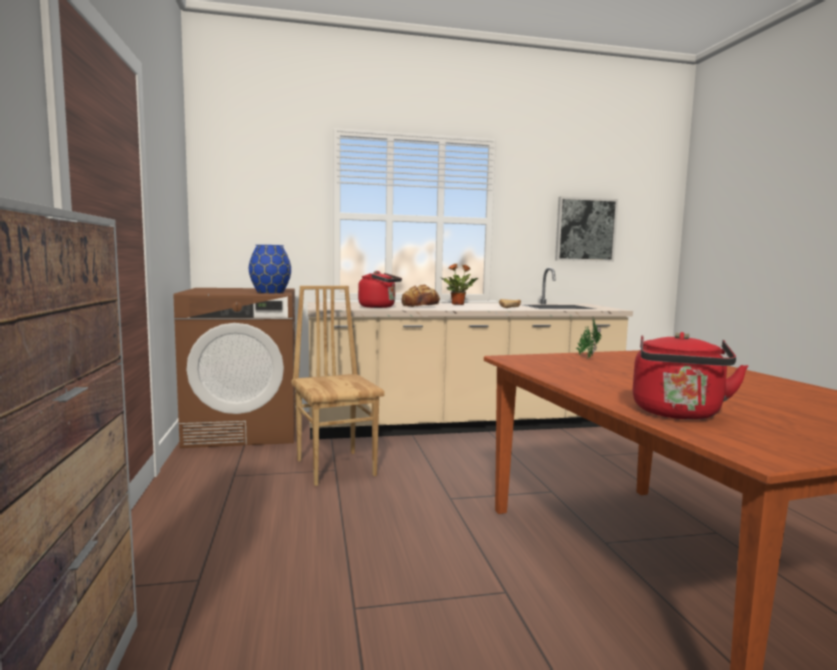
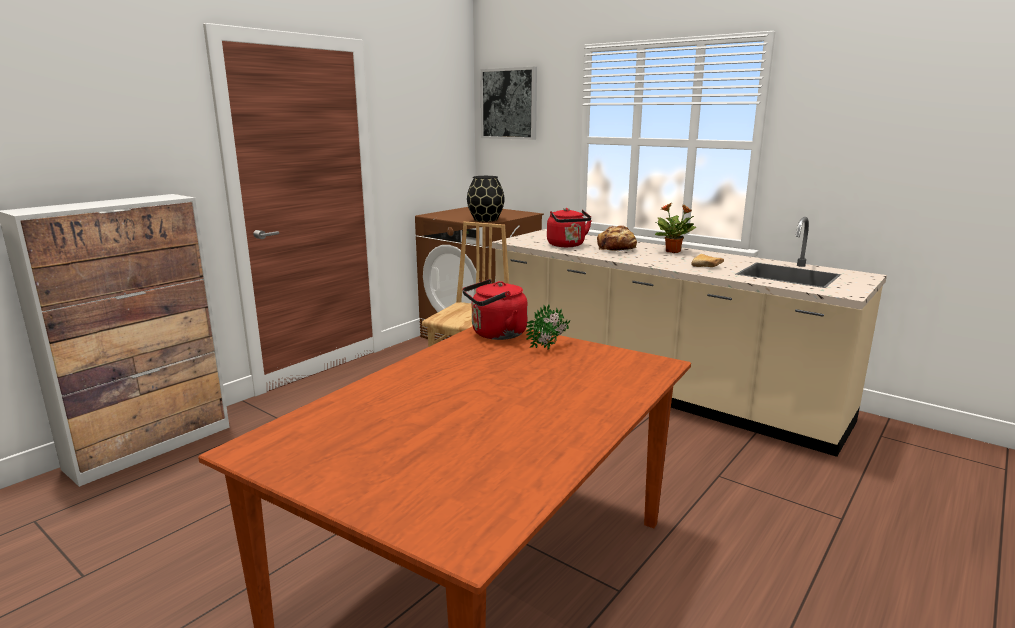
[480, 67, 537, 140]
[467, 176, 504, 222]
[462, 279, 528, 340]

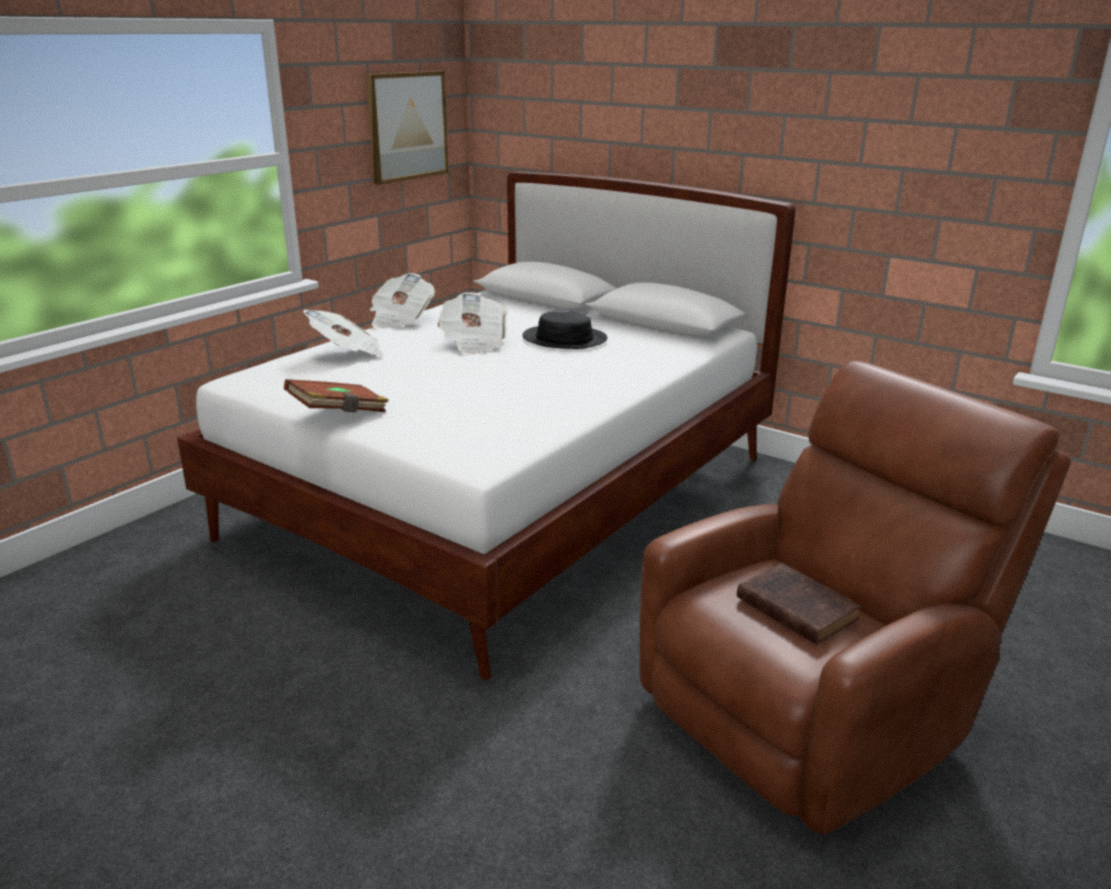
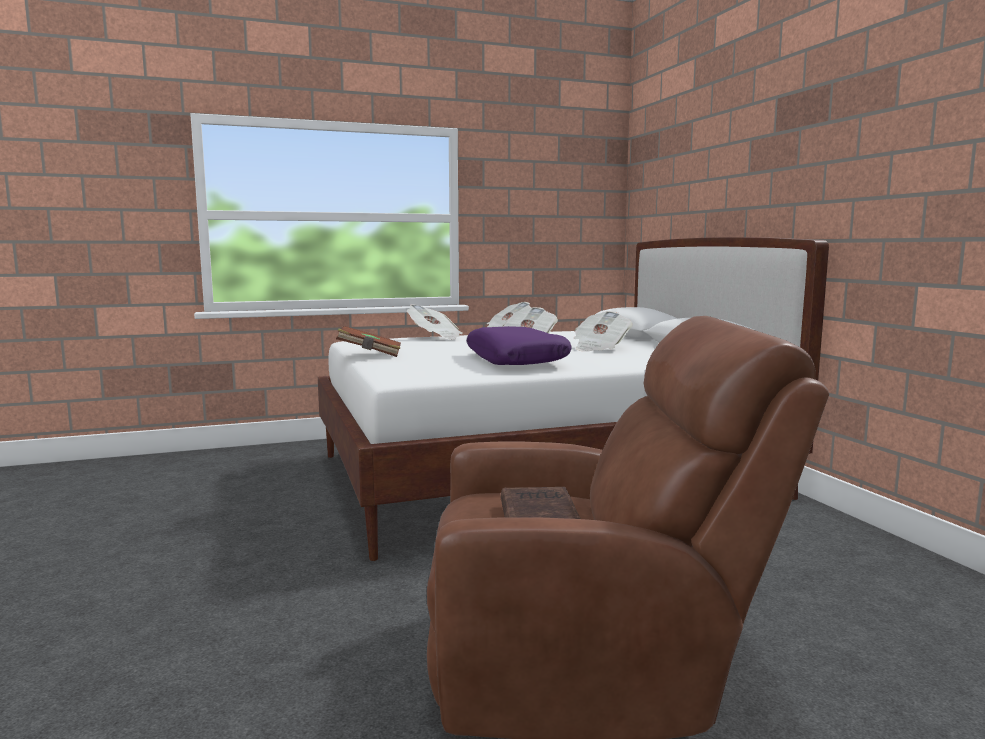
[366, 71, 448, 185] (first image)
[574, 311, 633, 352]
[467, 326, 572, 365]

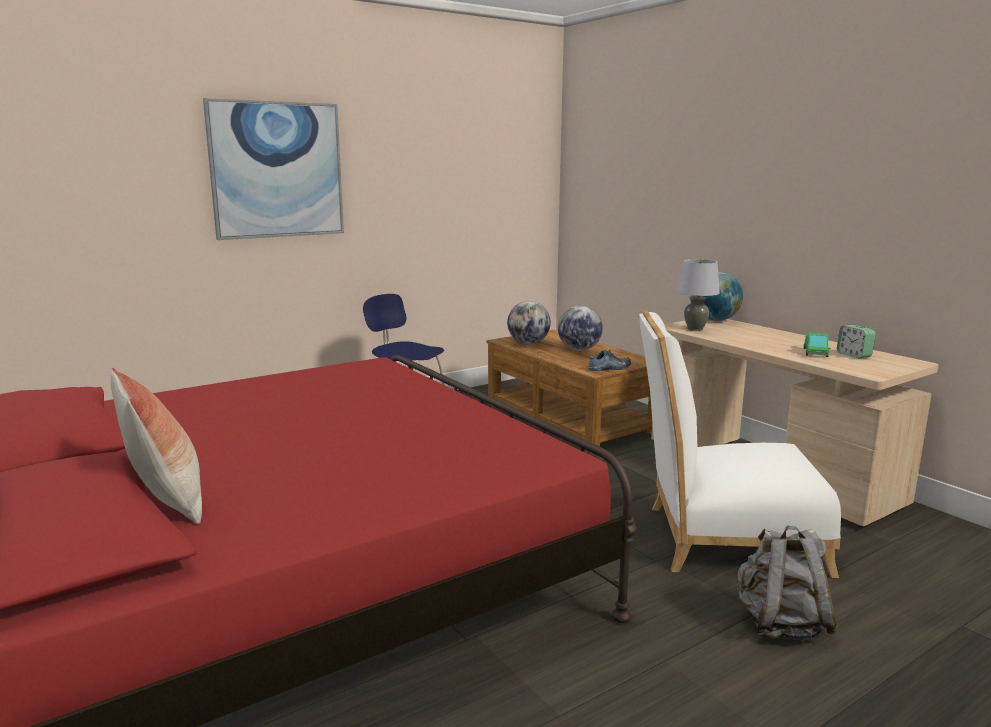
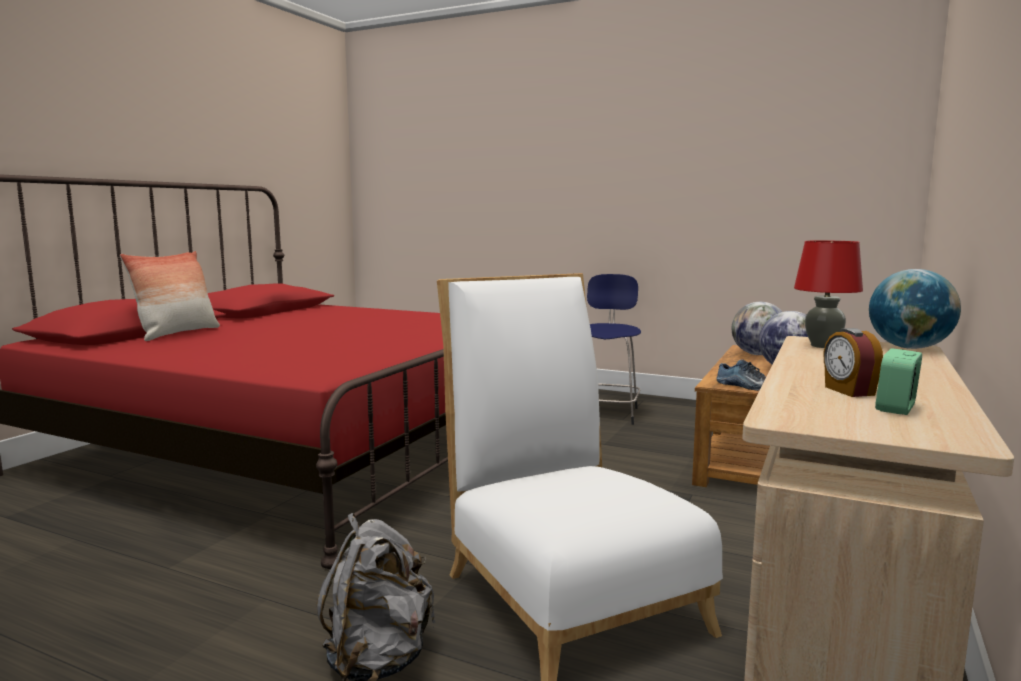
[203, 98, 344, 240] (first image)
[794, 240, 863, 348]
[823, 328, 883, 397]

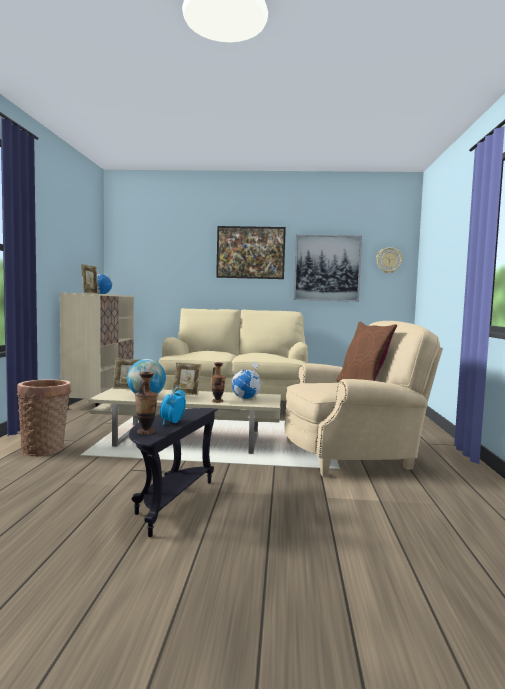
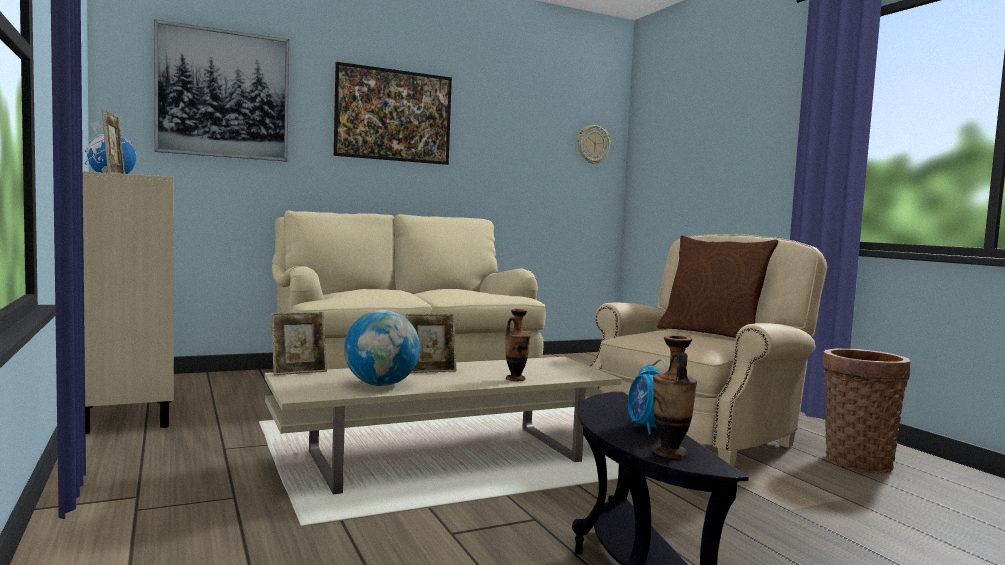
[154, 19, 289, 162]
[232, 361, 262, 399] (first image)
[822, 349, 910, 474]

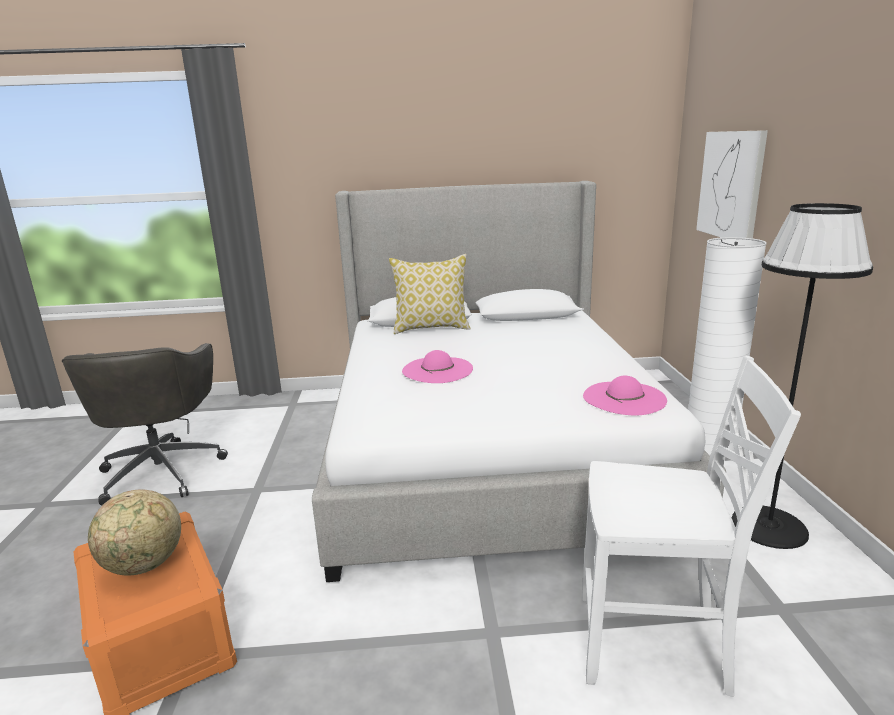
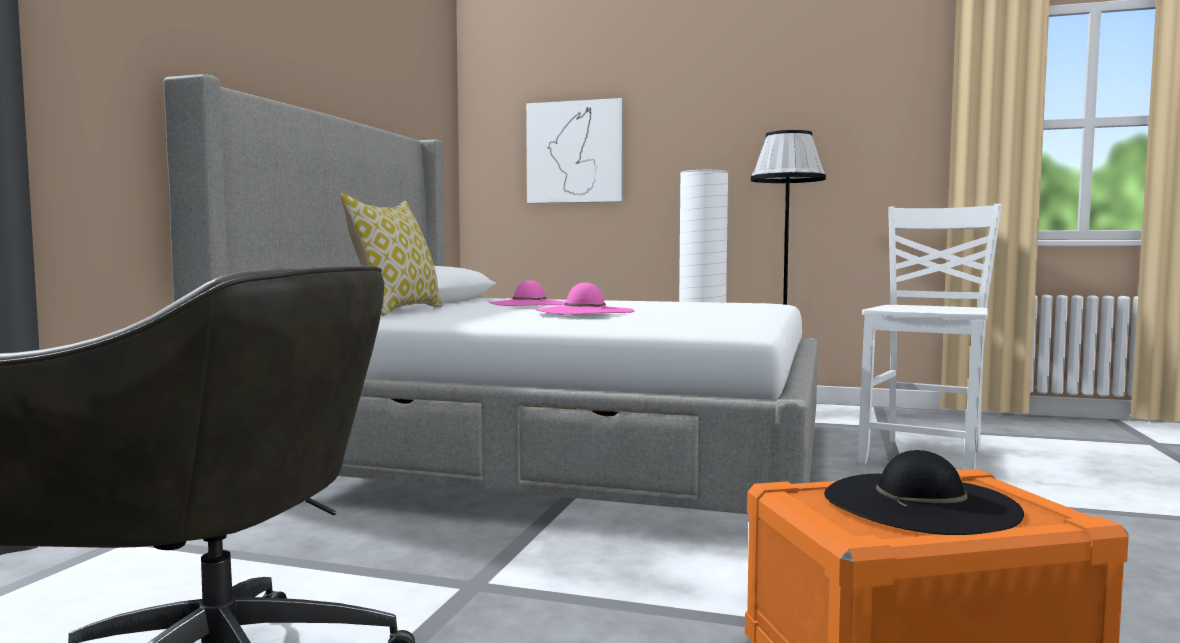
[489, 280, 566, 306]
[824, 450, 1024, 535]

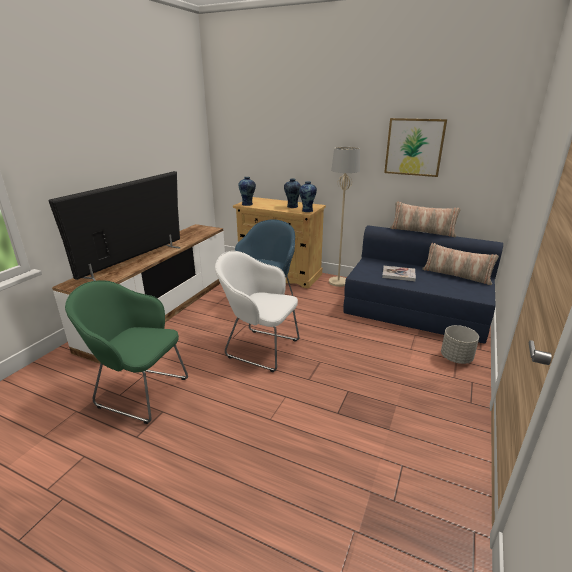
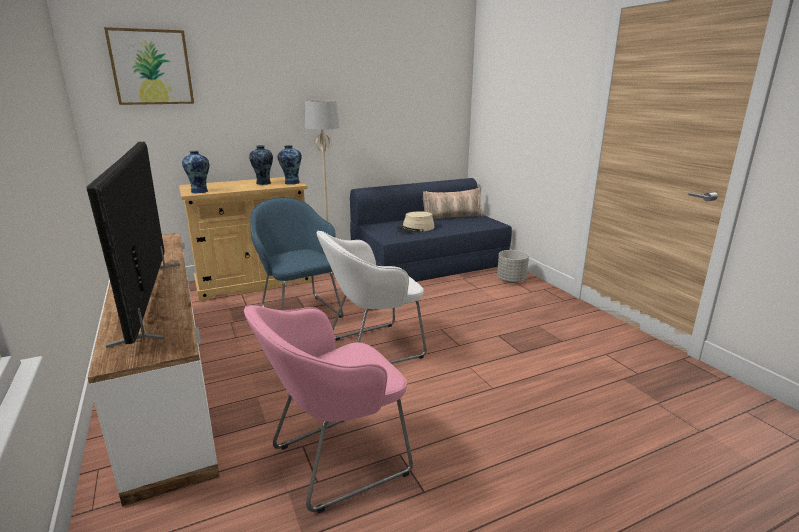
[104, 27, 194, 105]
[390, 201, 461, 237] (first image)
[396, 211, 435, 233]
[244, 305, 413, 513]

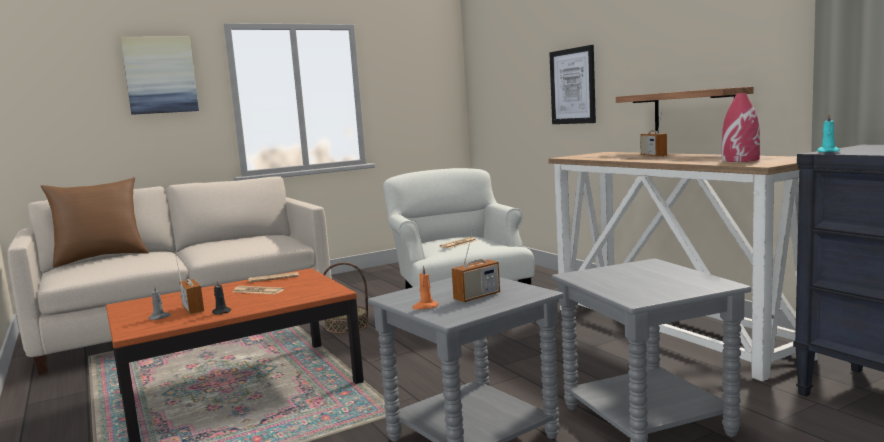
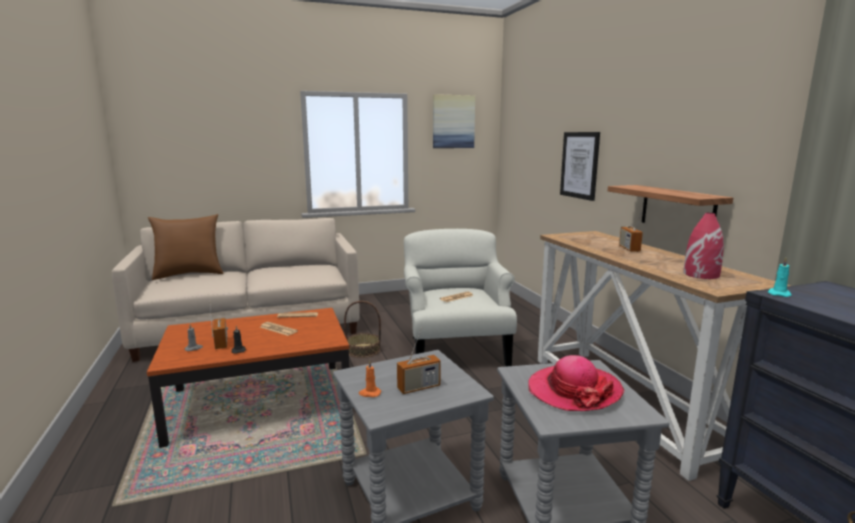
[433, 94, 475, 148]
[528, 355, 625, 411]

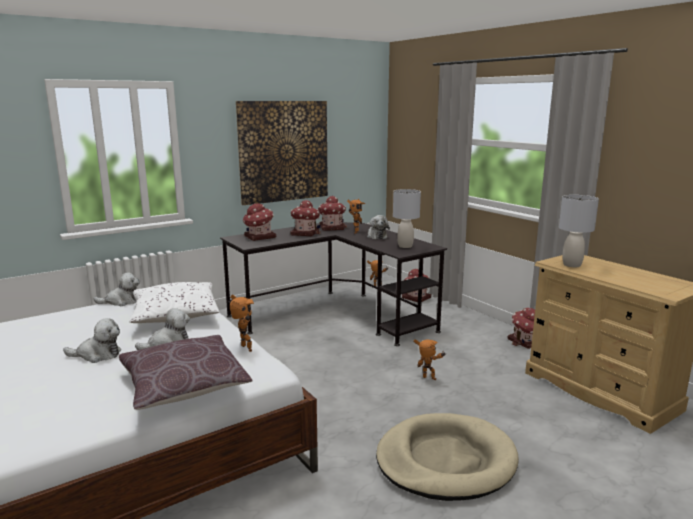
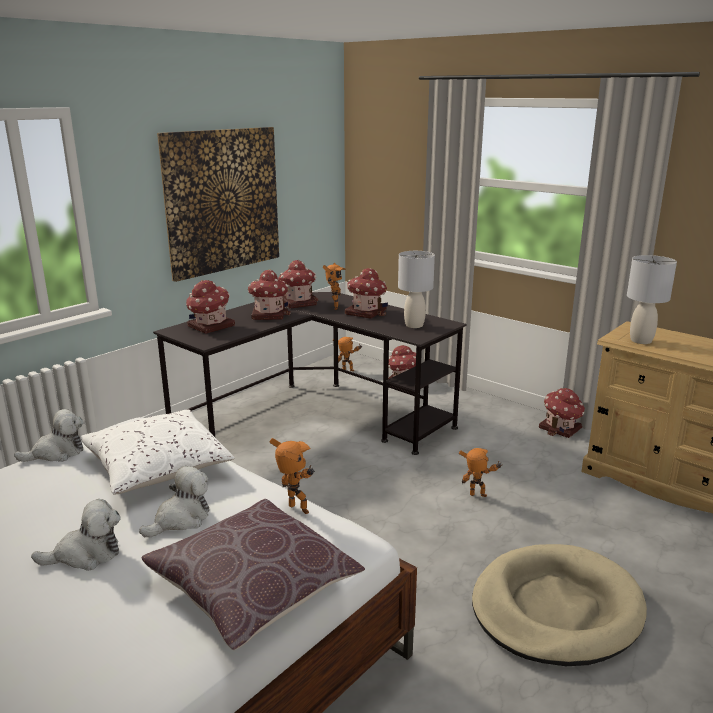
[345, 268, 388, 319]

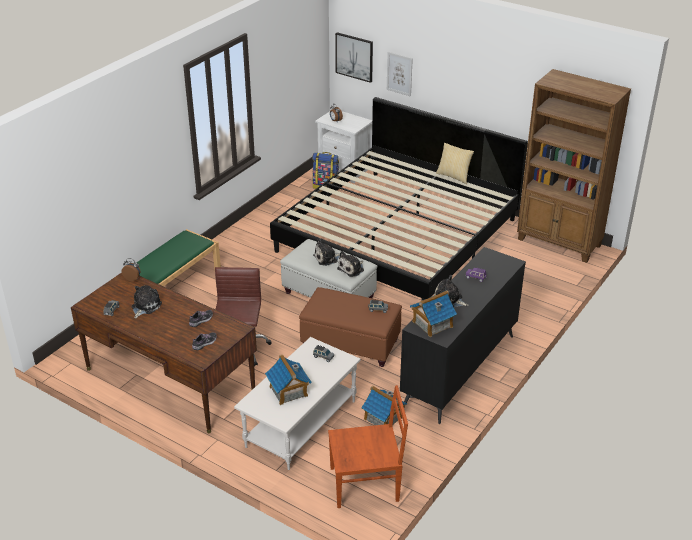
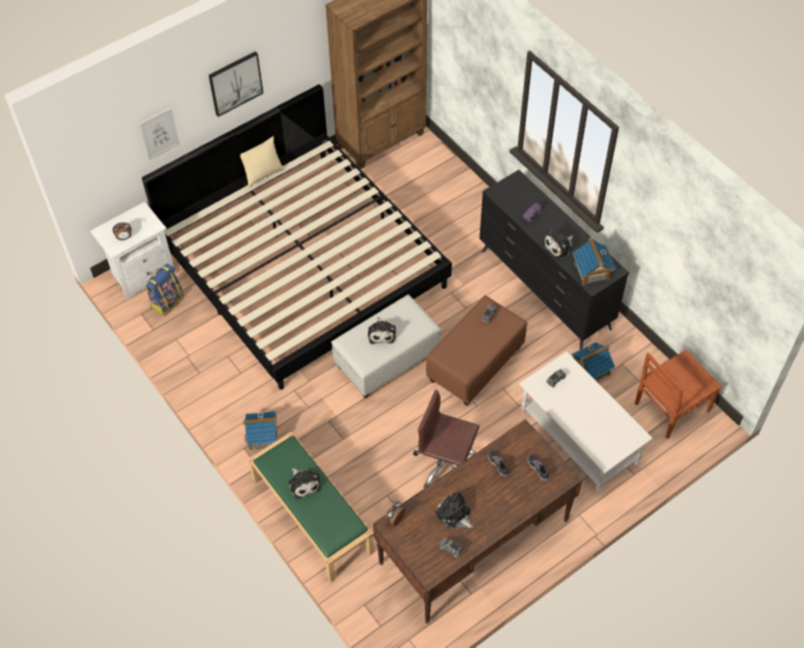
[209, 51, 263, 117]
[288, 468, 321, 500]
[243, 411, 278, 450]
[635, 349, 722, 439]

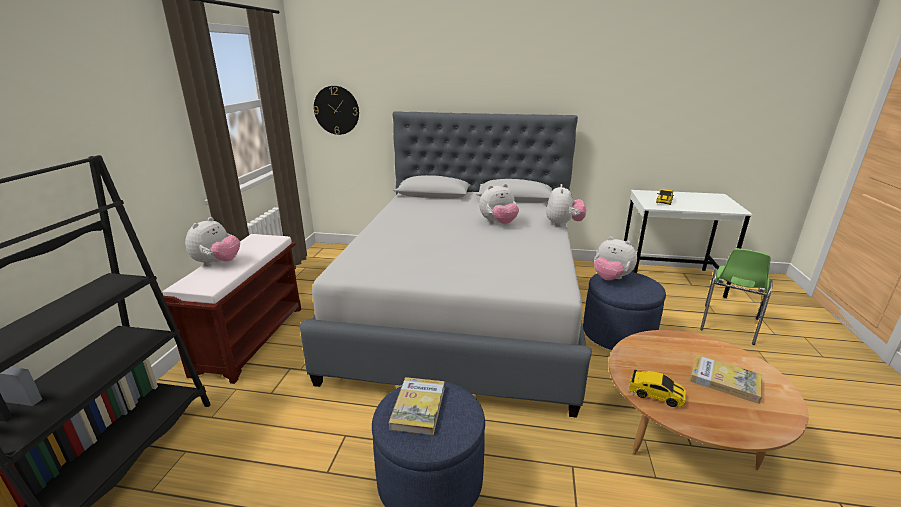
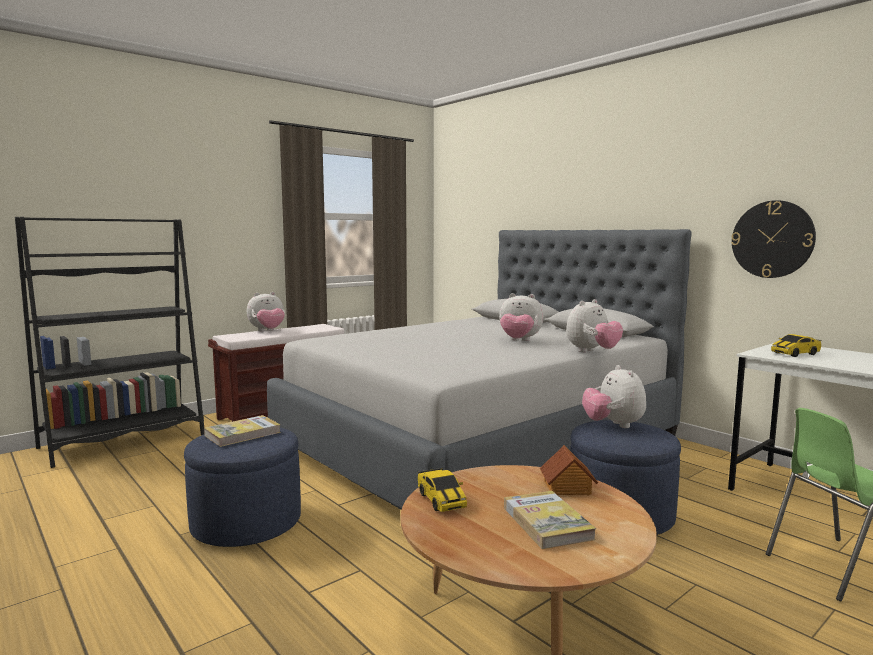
[731, 200, 816, 278]
[540, 445, 598, 495]

